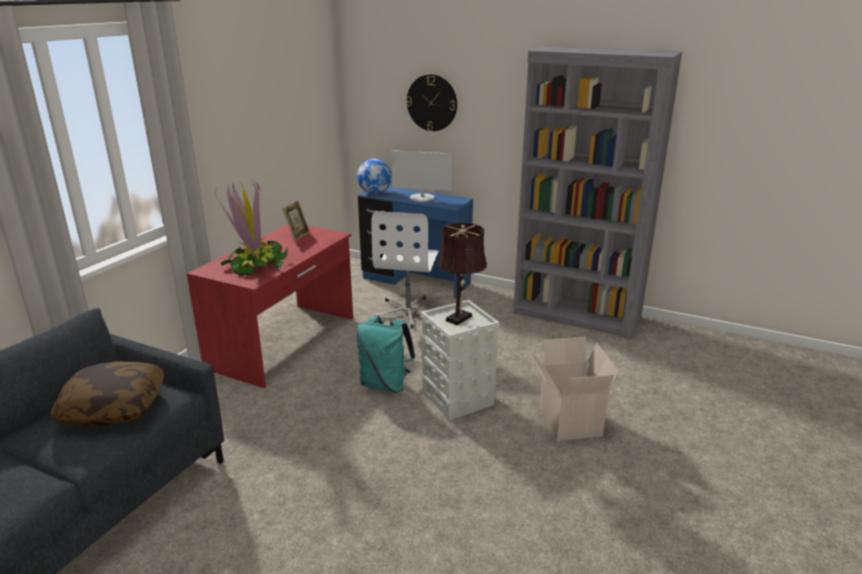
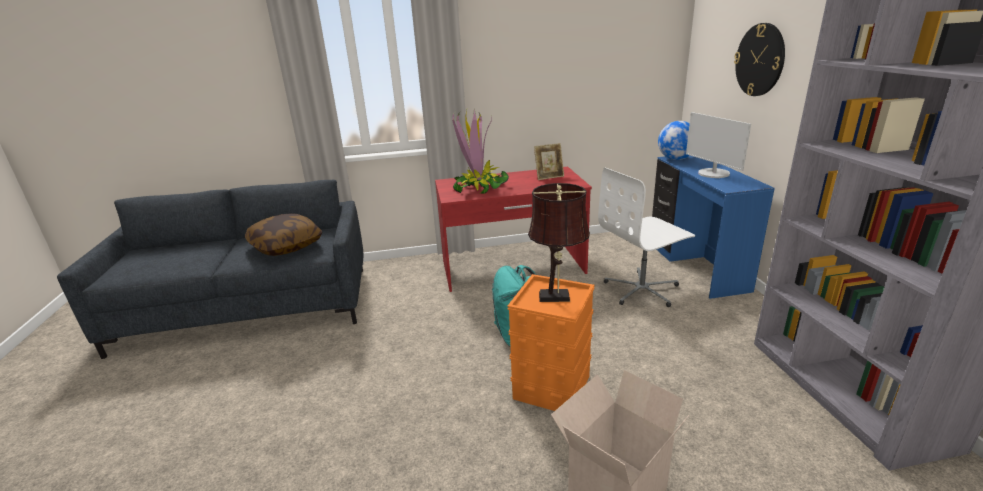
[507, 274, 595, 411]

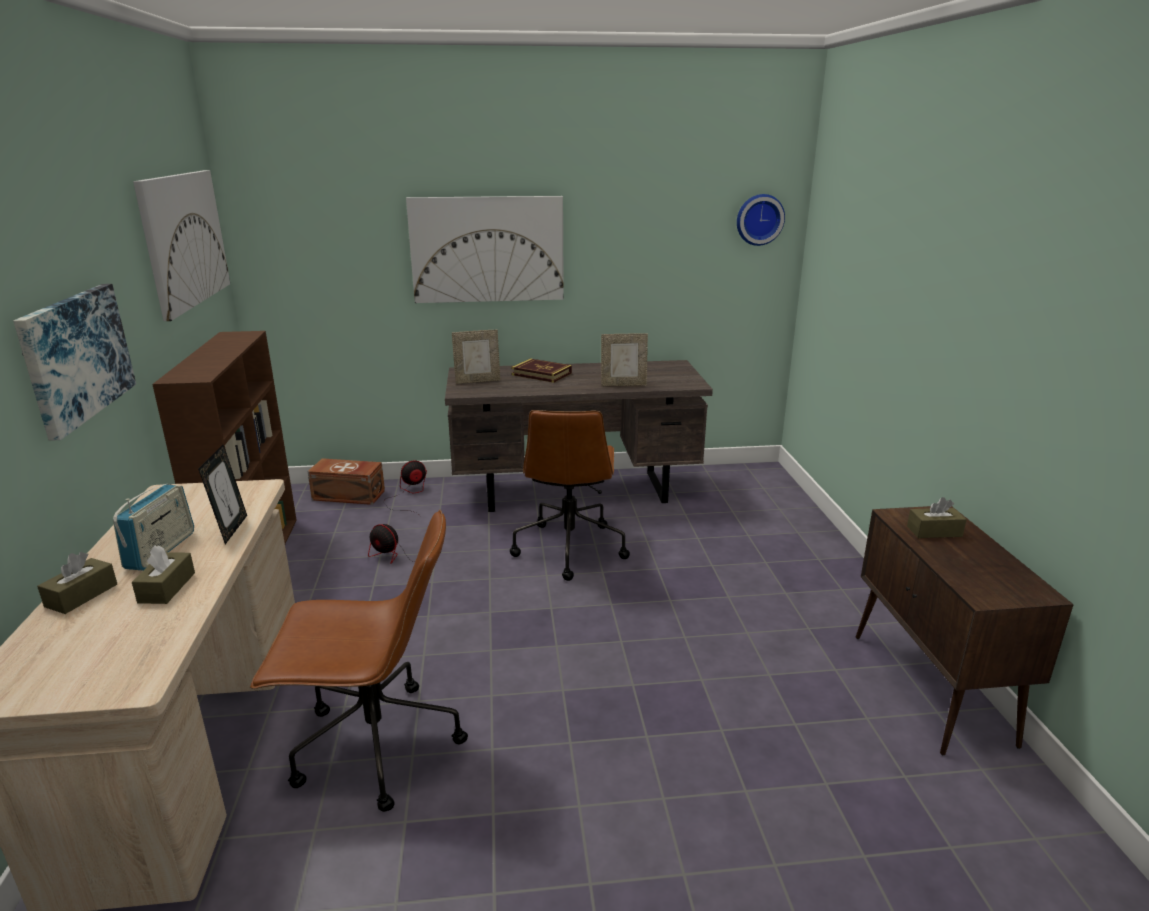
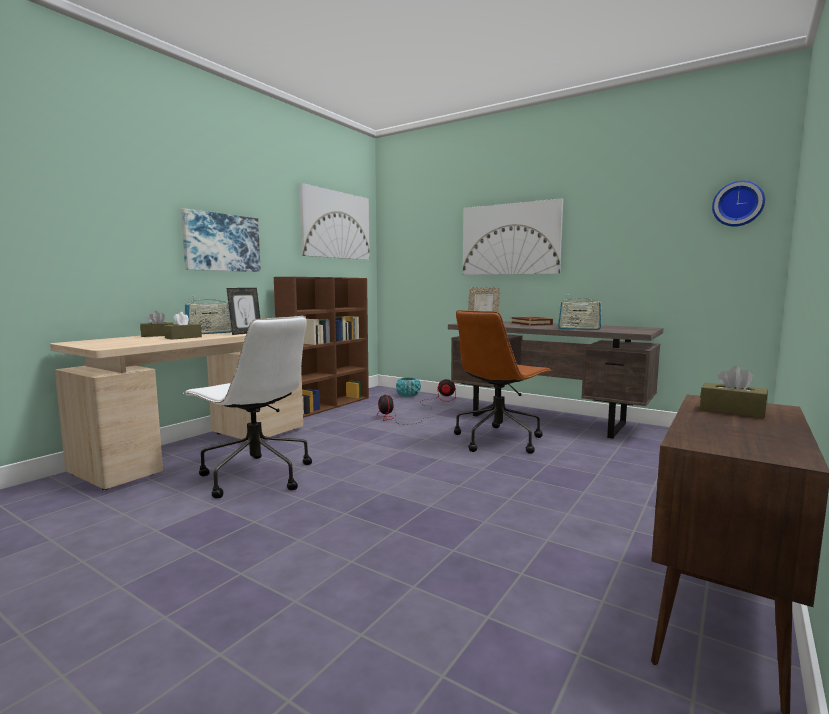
[558, 298, 602, 330]
[396, 377, 421, 397]
[183, 316, 312, 499]

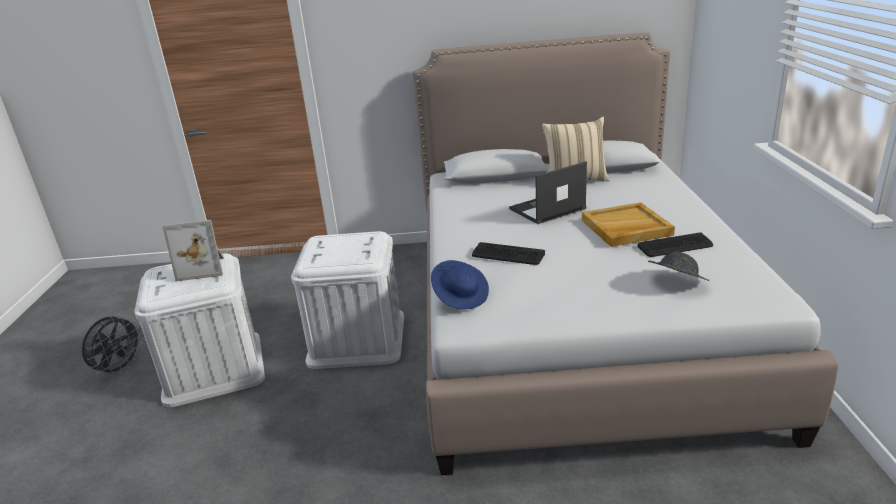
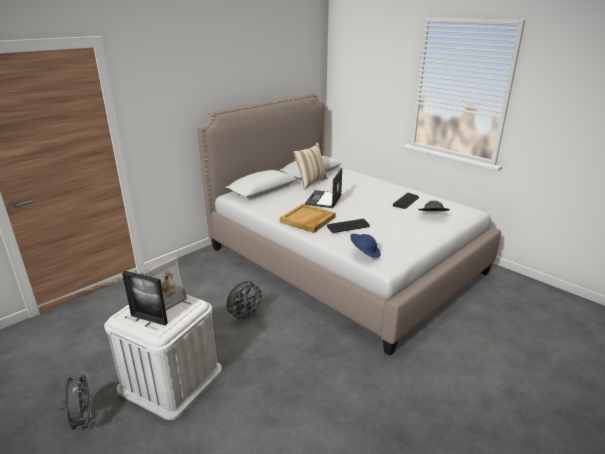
[280, 204, 335, 233]
[226, 281, 265, 322]
[122, 271, 168, 326]

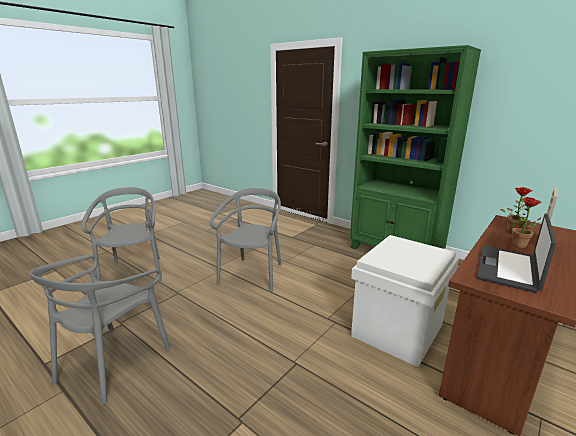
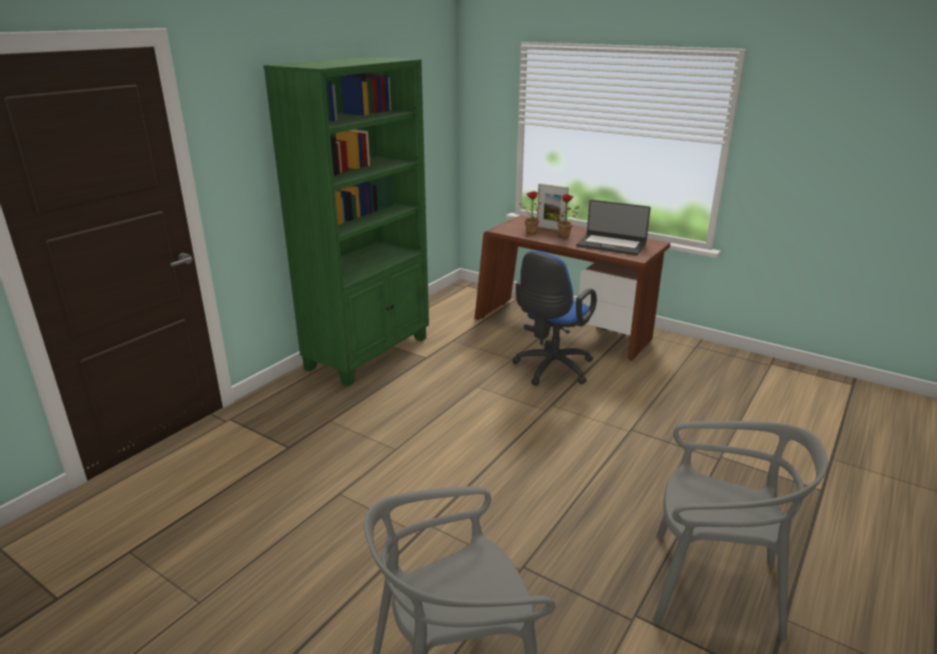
[210, 188, 281, 292] (first image)
[512, 251, 597, 386]

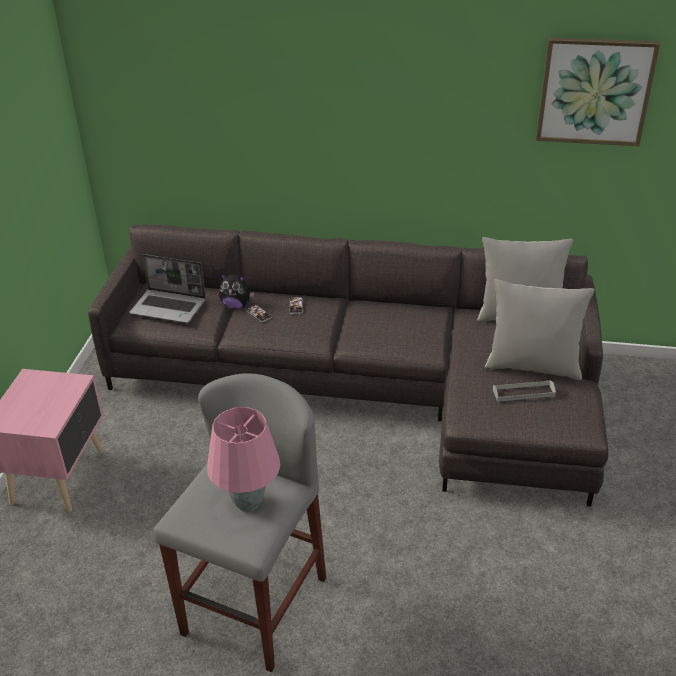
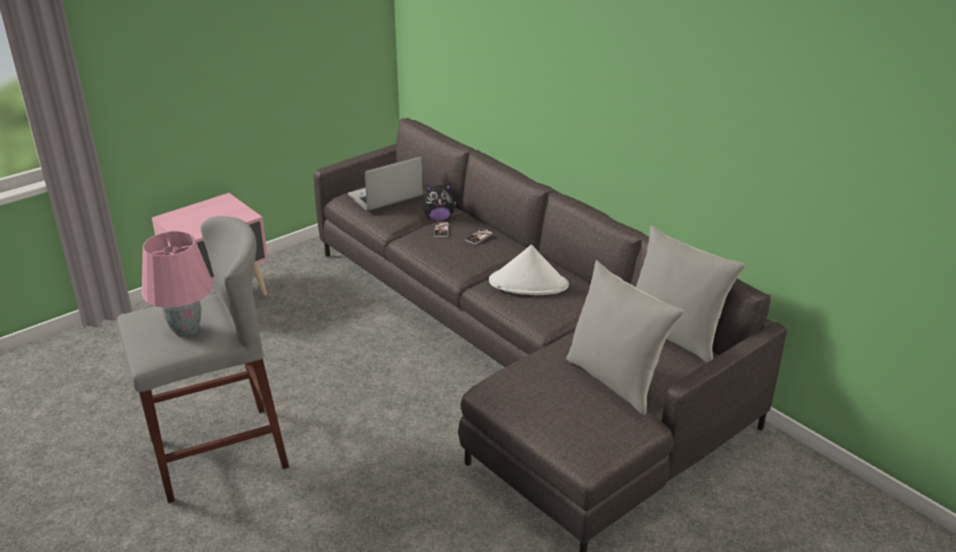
[536, 37, 660, 146] (first image)
[348, 156, 423, 211]
[423, 184, 456, 221]
[493, 380, 556, 402] (first image)
[489, 245, 569, 295]

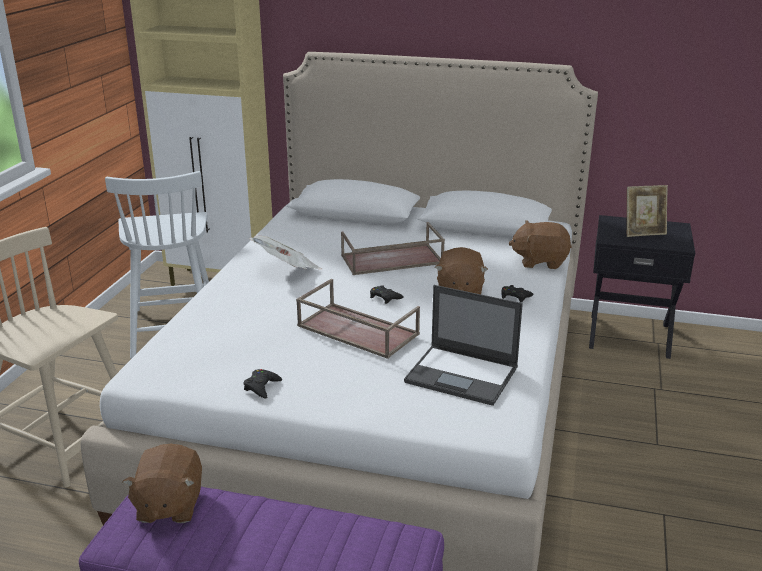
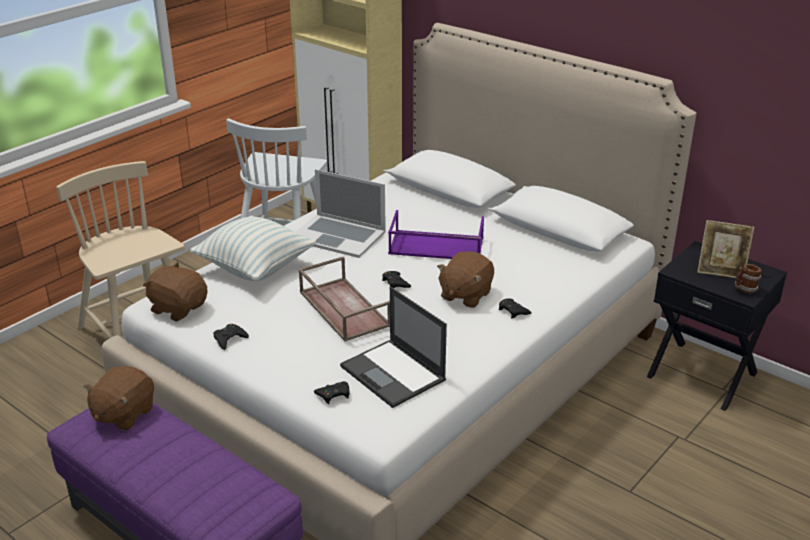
[143, 262, 208, 322]
[388, 210, 484, 259]
[296, 169, 386, 258]
[190, 216, 316, 281]
[735, 264, 762, 294]
[314, 381, 350, 404]

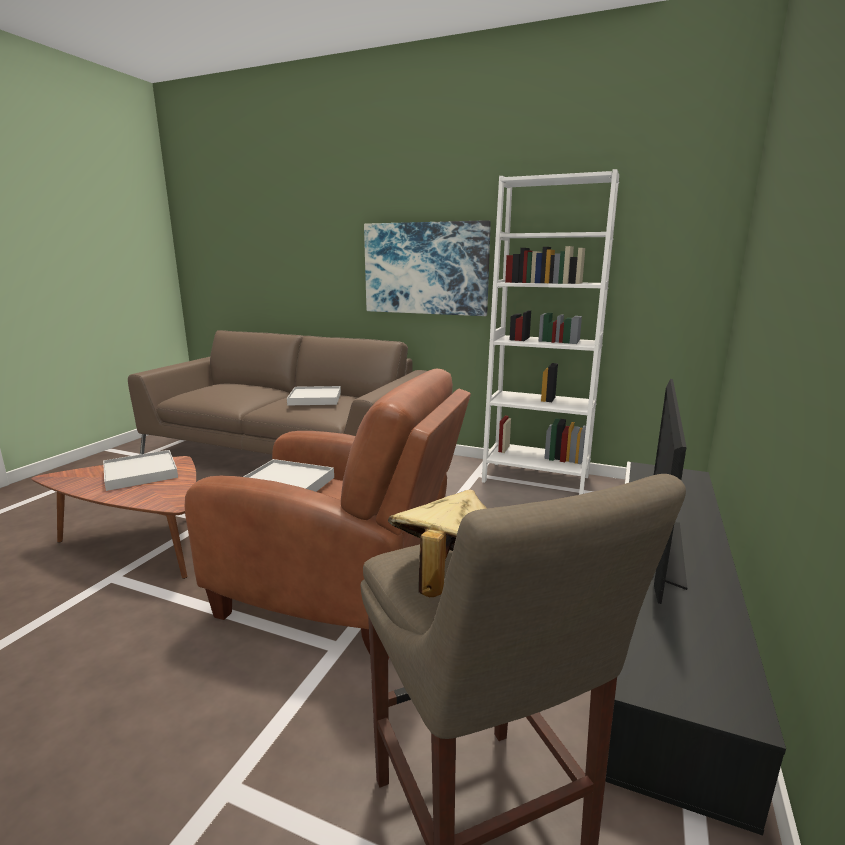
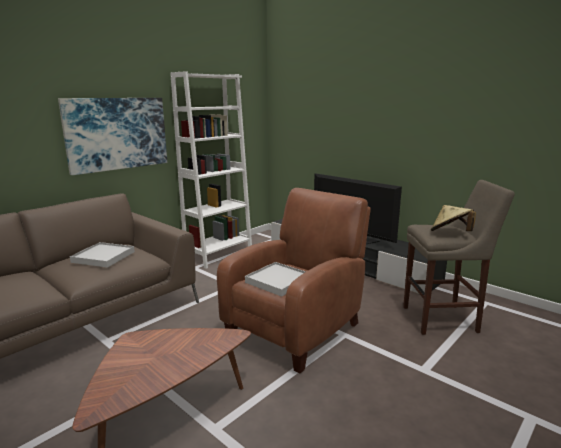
[103, 450, 178, 491] (first image)

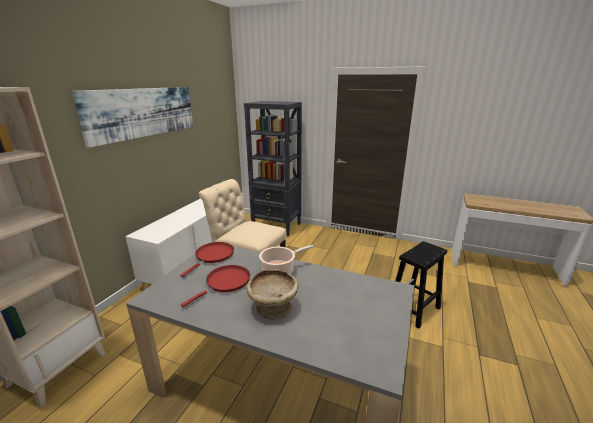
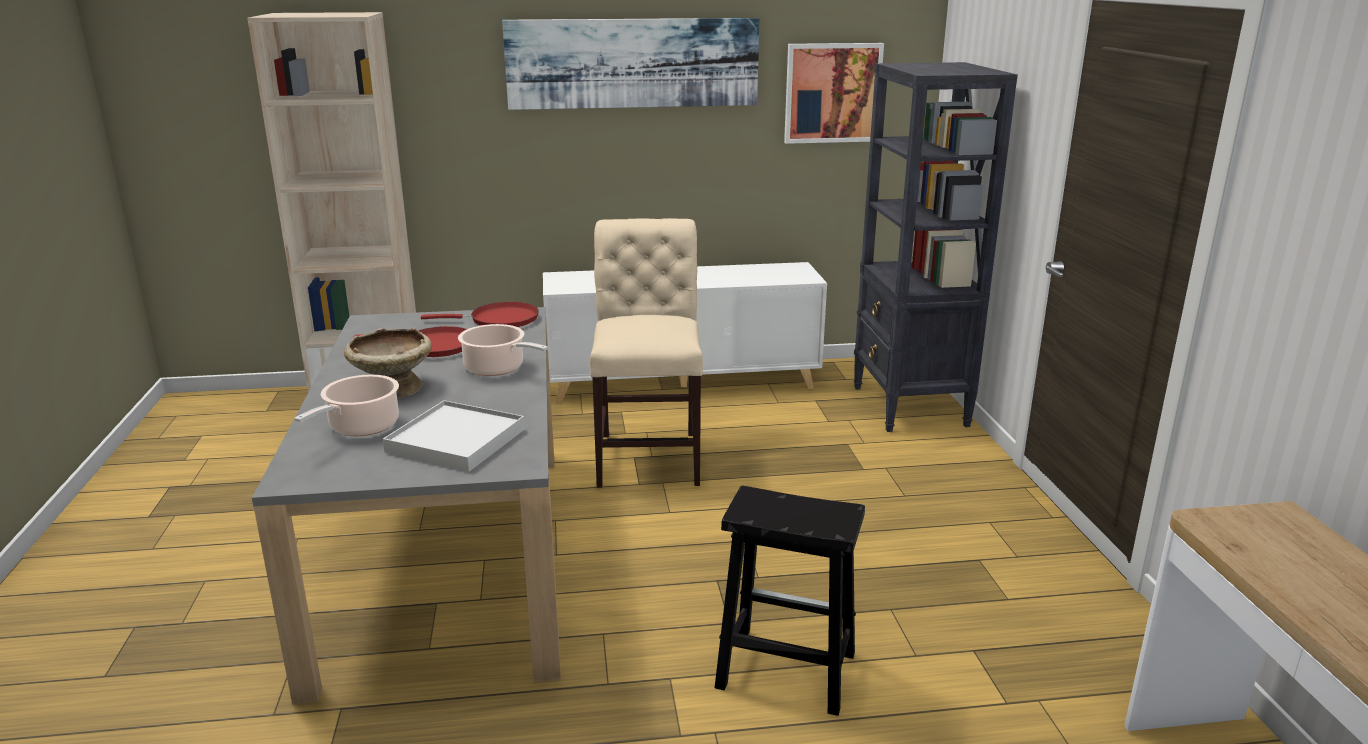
[784, 43, 884, 144]
[294, 375, 399, 436]
[383, 400, 525, 472]

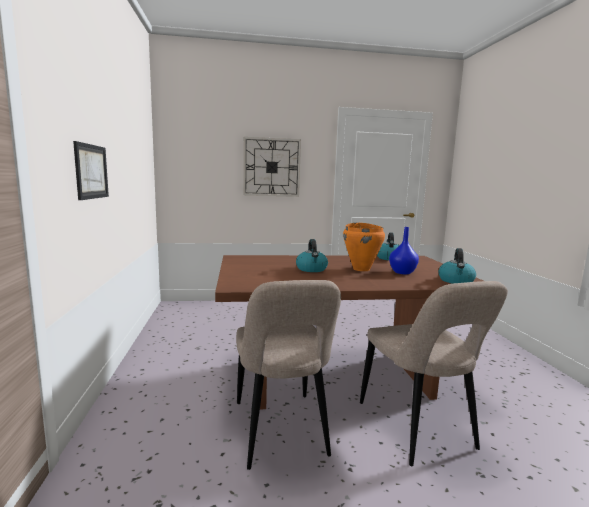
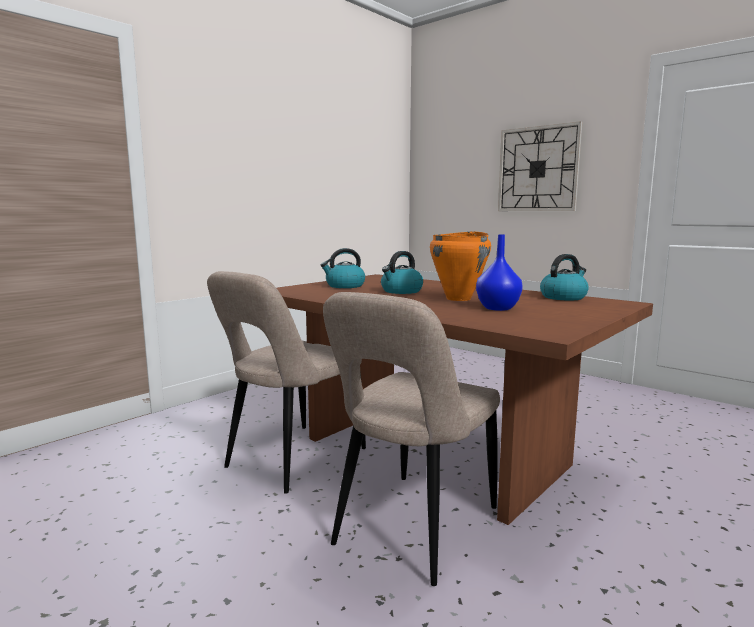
[73, 141, 109, 200] (first image)
[321, 248, 365, 288]

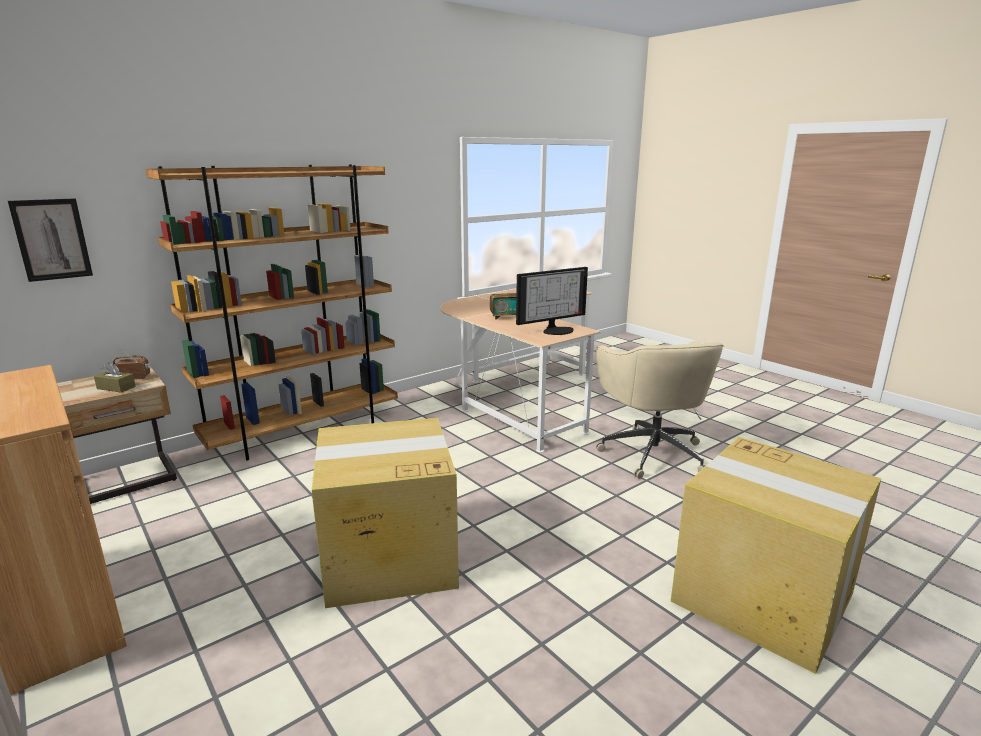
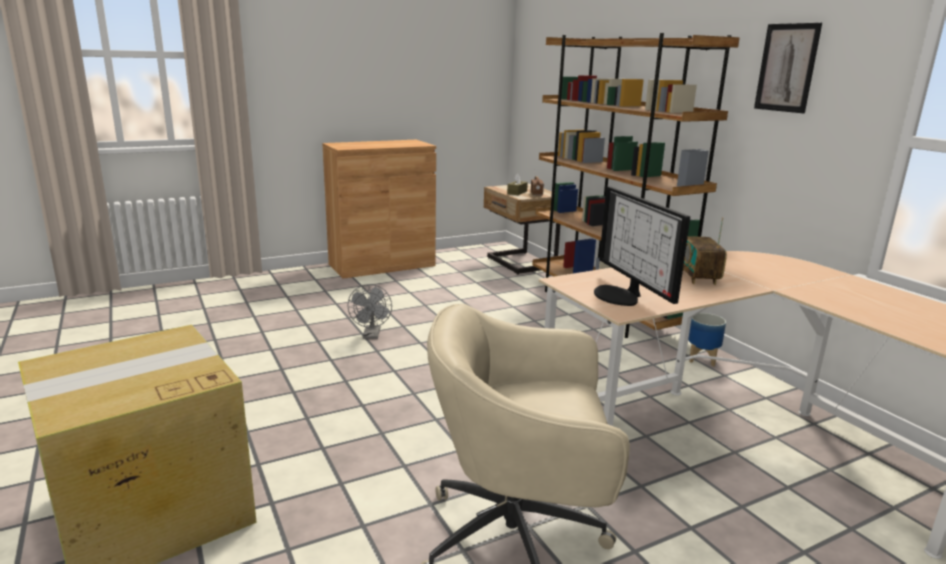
[754, 23, 822, 113]
[347, 284, 392, 339]
[688, 313, 726, 367]

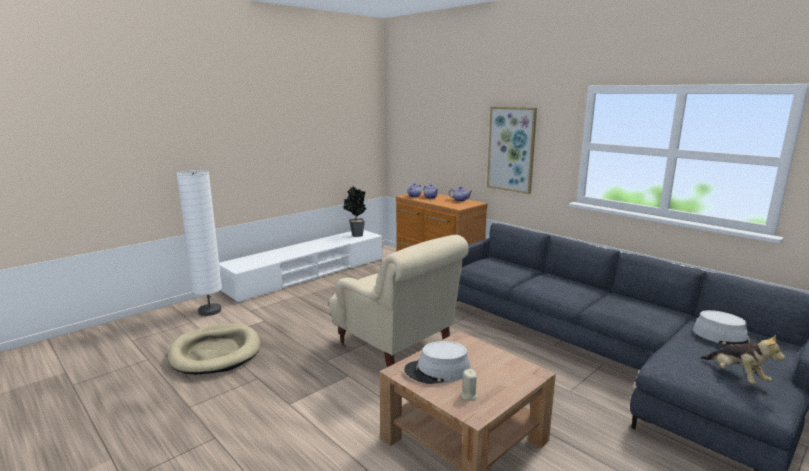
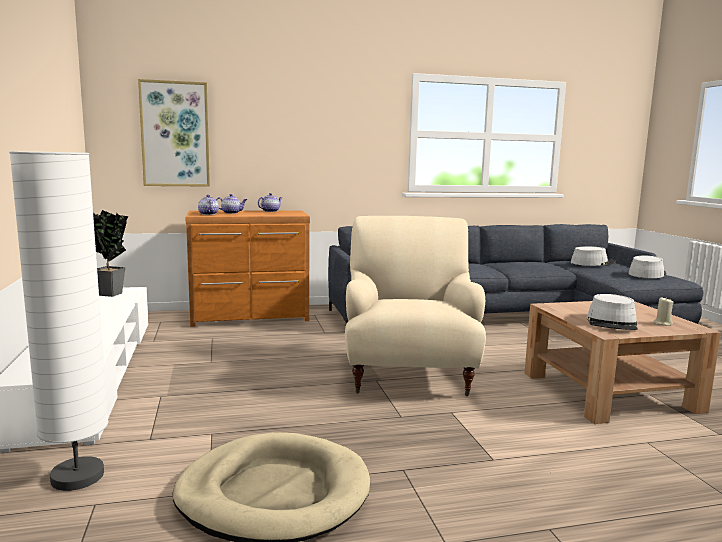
[138, 79, 210, 187]
[345, 216, 486, 396]
[628, 256, 666, 278]

